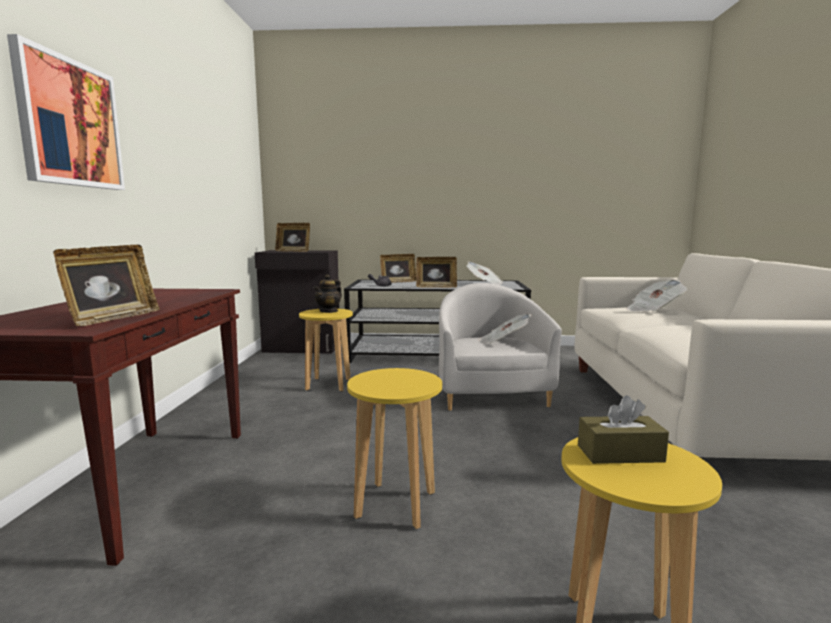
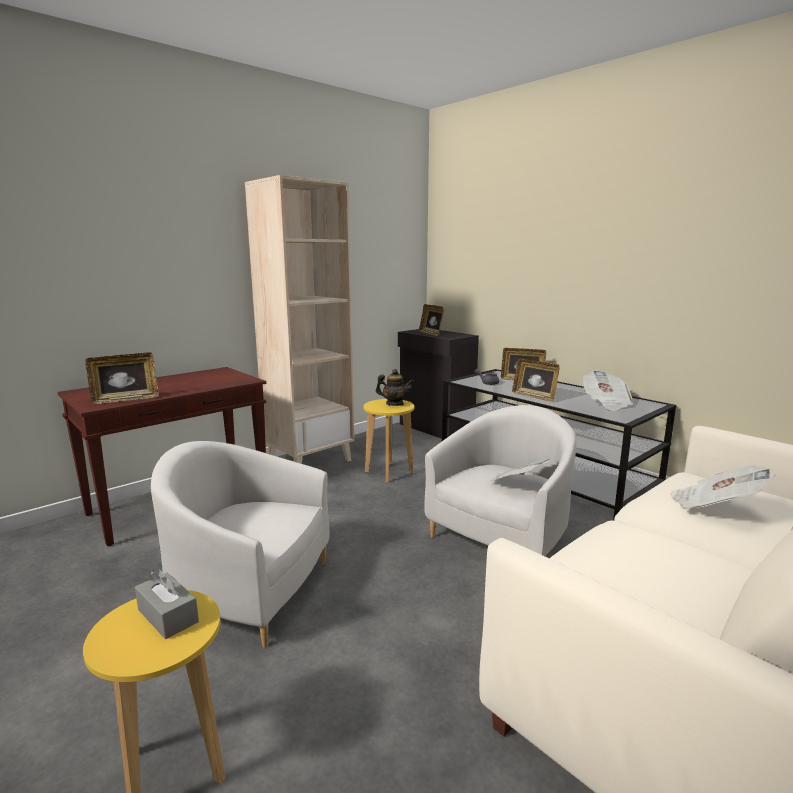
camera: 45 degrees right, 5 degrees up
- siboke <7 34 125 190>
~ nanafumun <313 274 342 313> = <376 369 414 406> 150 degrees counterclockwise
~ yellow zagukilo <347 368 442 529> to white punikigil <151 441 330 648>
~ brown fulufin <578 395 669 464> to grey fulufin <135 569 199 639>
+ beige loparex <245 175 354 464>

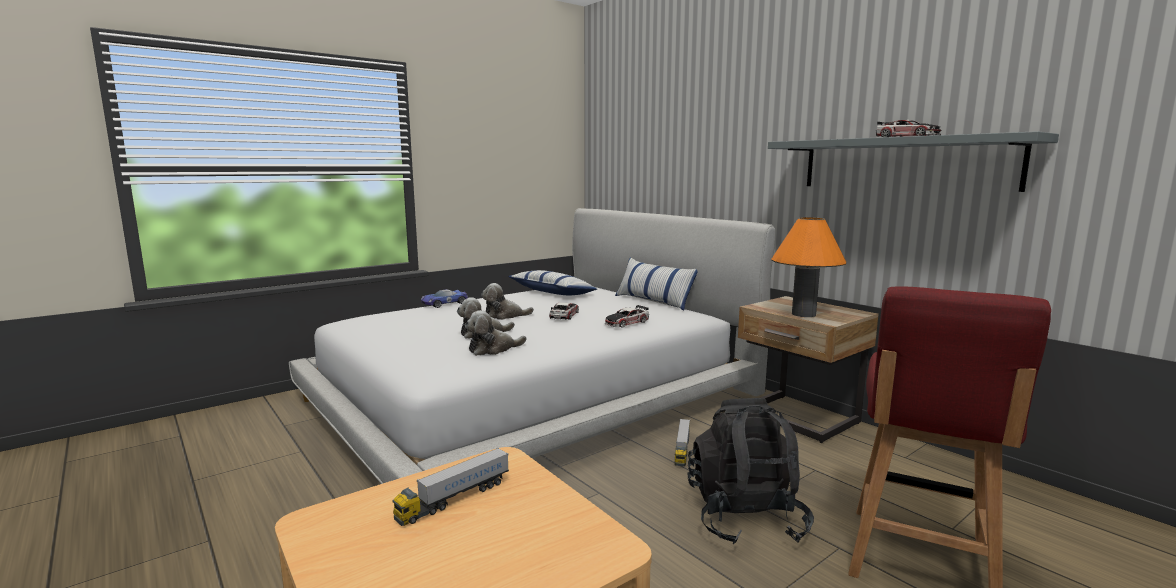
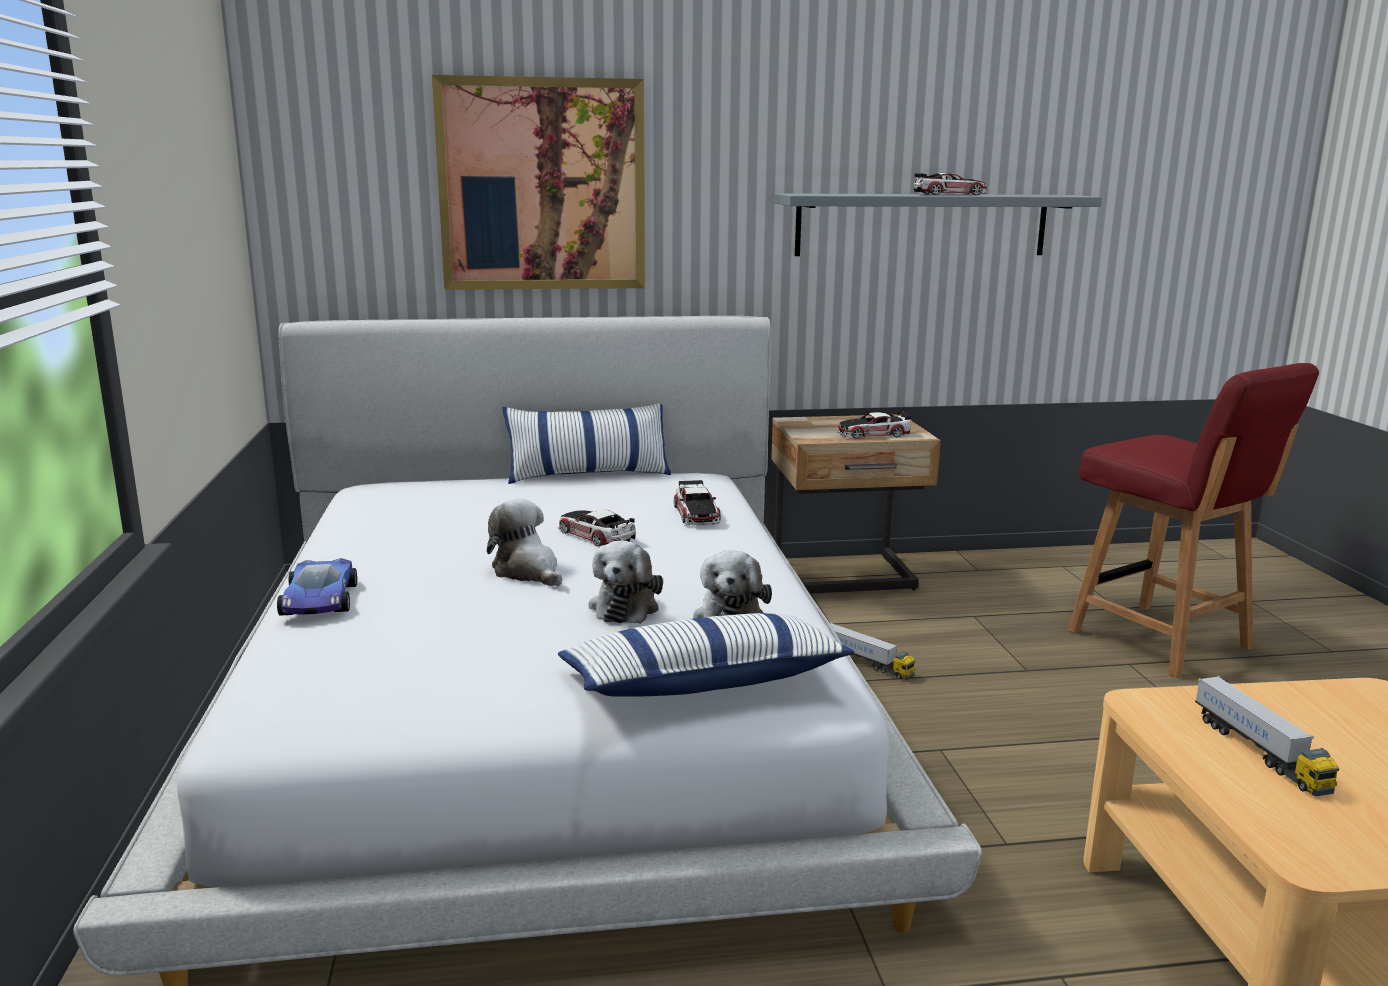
camera: 60 degrees left, 5 degrees up
~ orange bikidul <771 217 846 317> to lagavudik <838 411 911 439>
~ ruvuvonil <508 270 597 295> to <558 613 854 697>
~ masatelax <481 283 534 320> = <487 499 562 586> 120 degrees clockwise
- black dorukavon <687 398 814 544>
+ siboke <432 75 645 290>

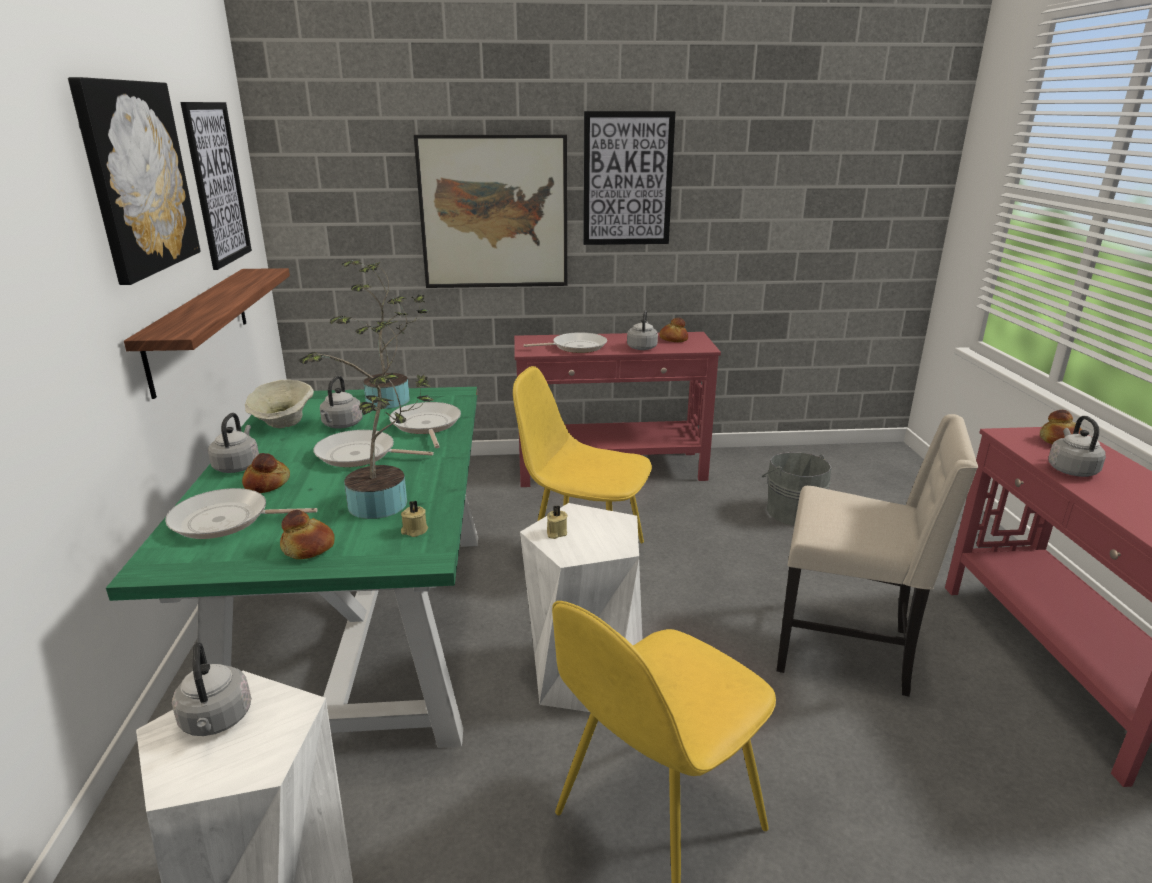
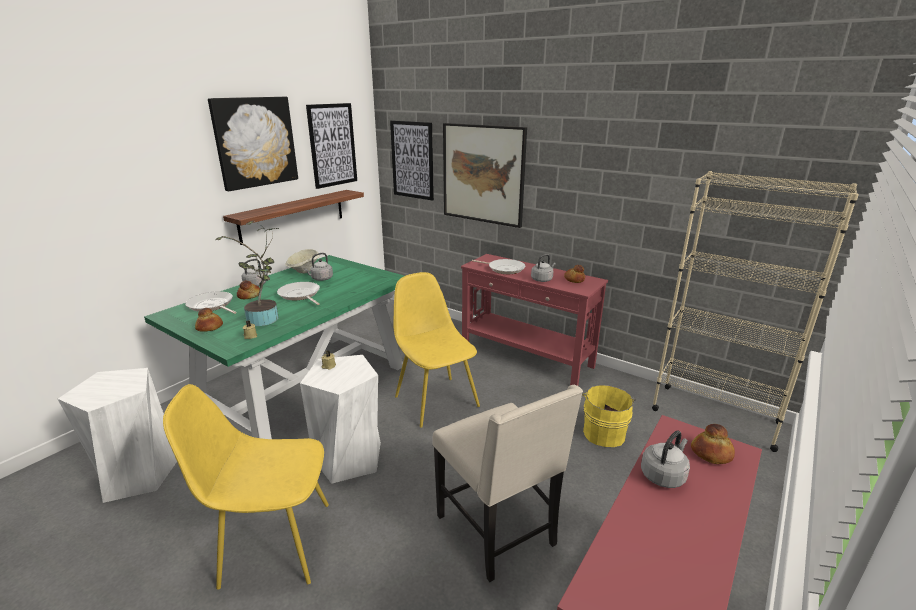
camera: 40 degrees right, 0 degrees up
~ siboke <583 111 676 245> to <390 120 434 201>
- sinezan <342 260 428 409>
- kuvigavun <389 402 461 448>
~ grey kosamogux <762 452 831 526> to yellow kosamogux <582 385 636 447>
- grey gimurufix <172 642 251 736>
+ beige loparex <652 171 858 452>

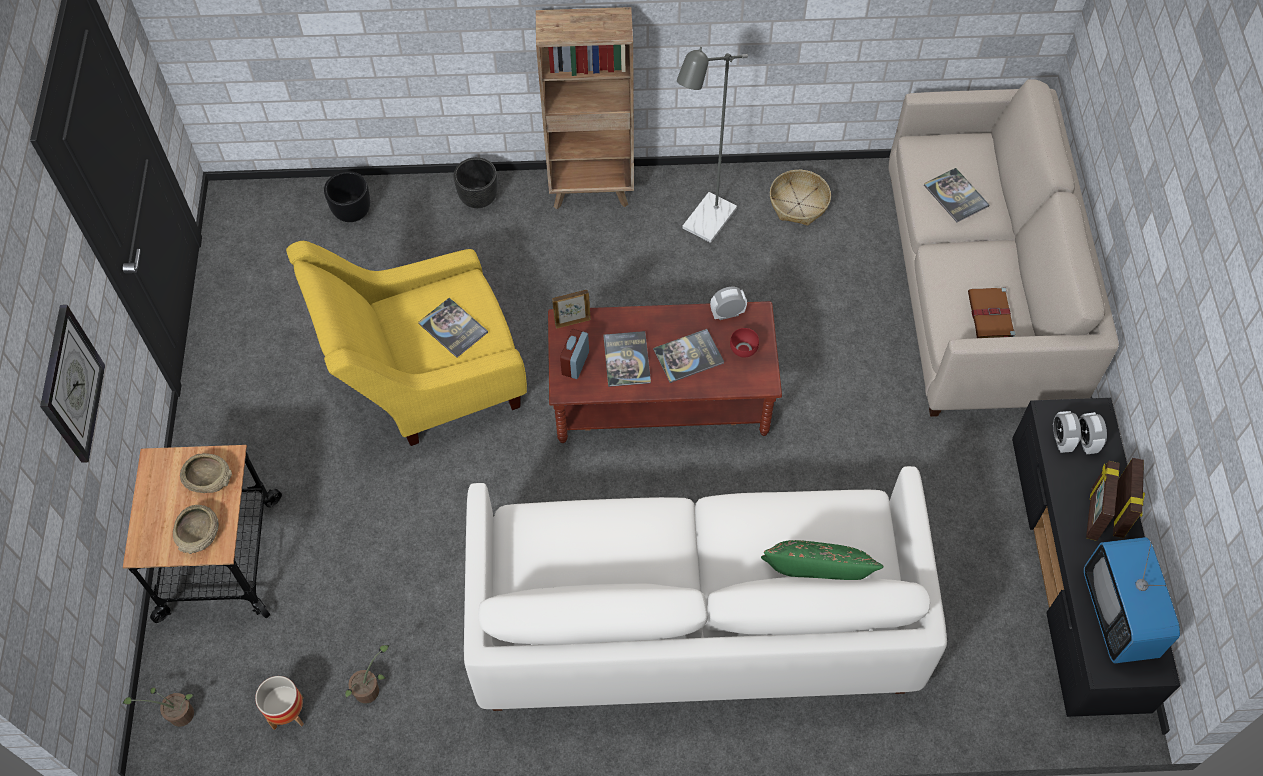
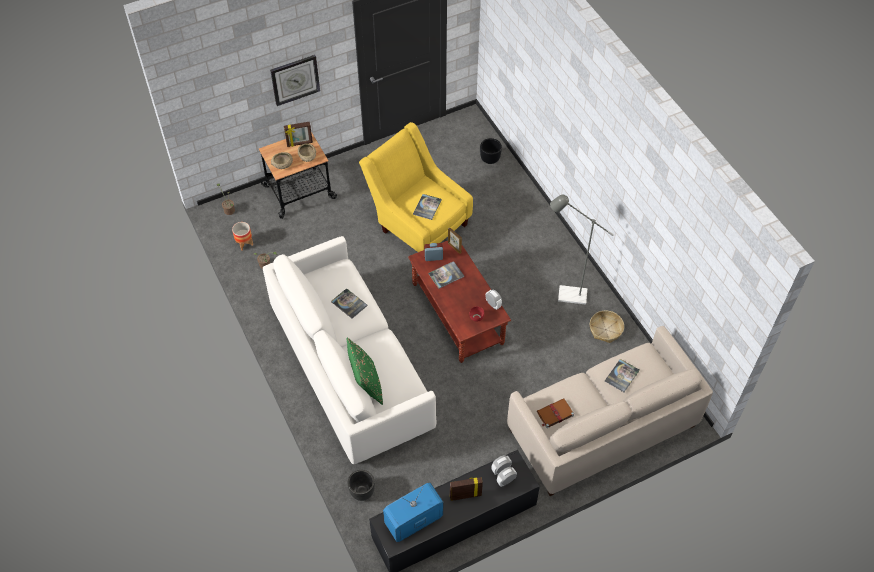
camera: 65 degrees right, 5 degrees down
- brown loparex <536 7 634 209>
~ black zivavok <454 157 498 208> to <348 470 375 501>
~ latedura <653 329 724 383> to <331 288 368 319>
~ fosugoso <1113 458 1145 538> to <284 122 313 147>

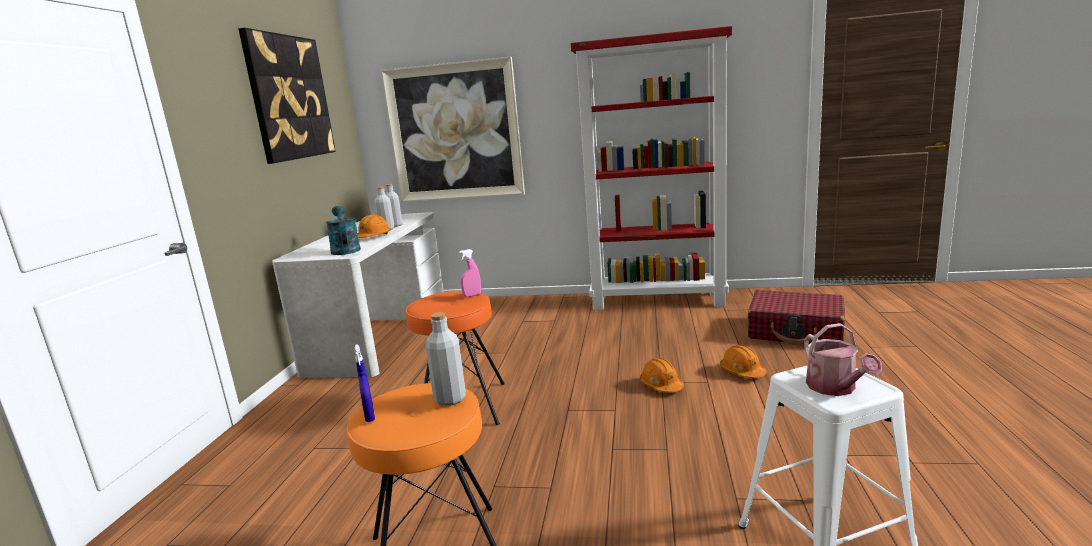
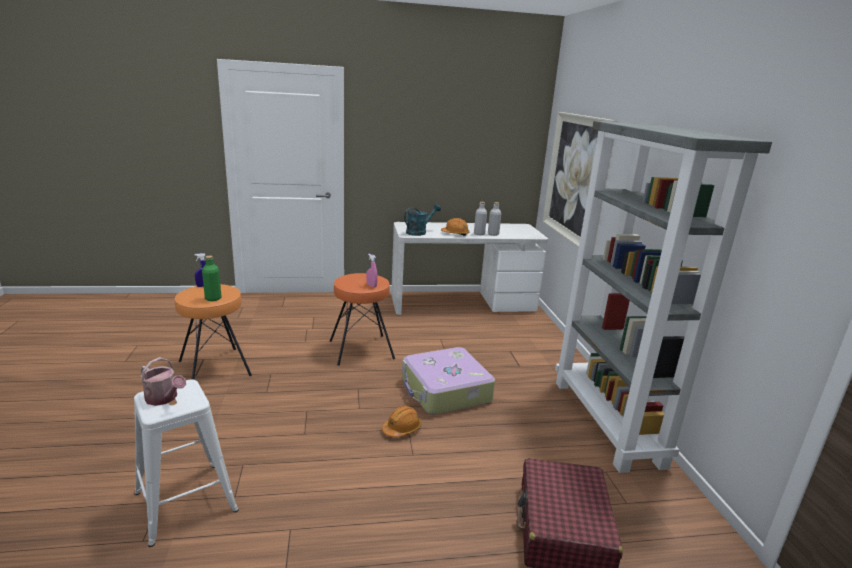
camera: 70 degrees right, 5 degrees up
~ red loparex <571 26 732 310> to grey loparex <555 121 772 473>
- siboke <238 28 336 164>
~ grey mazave <426 312 466 406> to green mazave <202 256 222 301>
~ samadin <804 323 882 396> = <141 357 186 406> 120 degrees counterclockwise
- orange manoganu <720 345 766 378>
+ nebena <402 347 495 415>

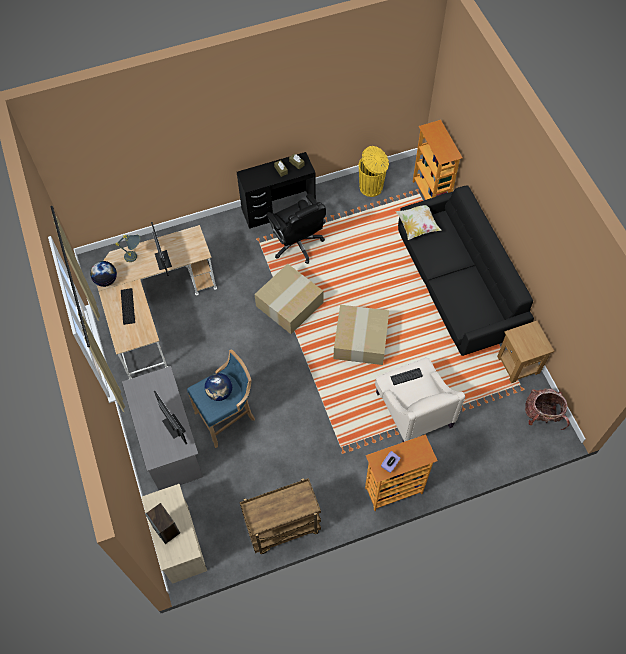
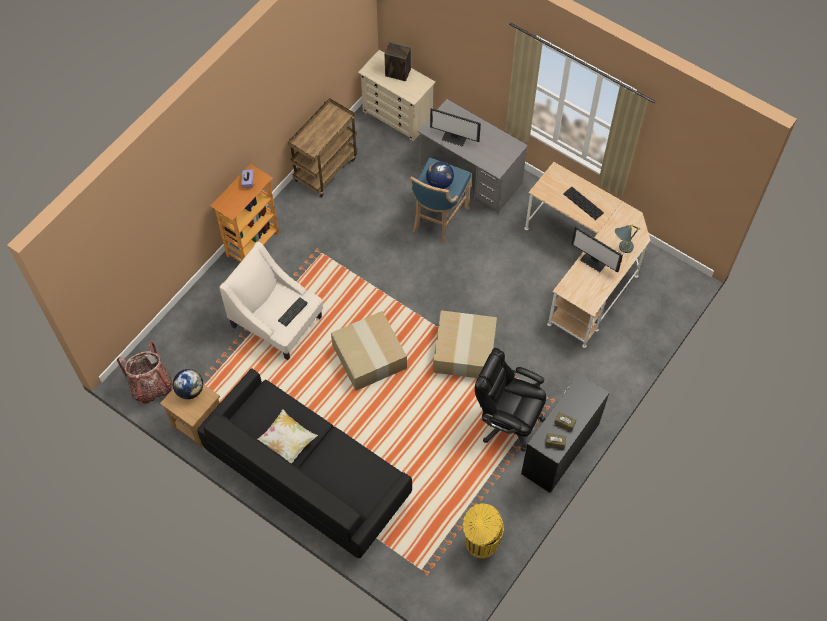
camera: 145 degrees right, 0 degrees up
- loparex <413 120 462 200>
~ ruvuvonil <395 205 442 240> to <258 409 318 464>
~ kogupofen <90 261 117 287> to <173 369 203 399>

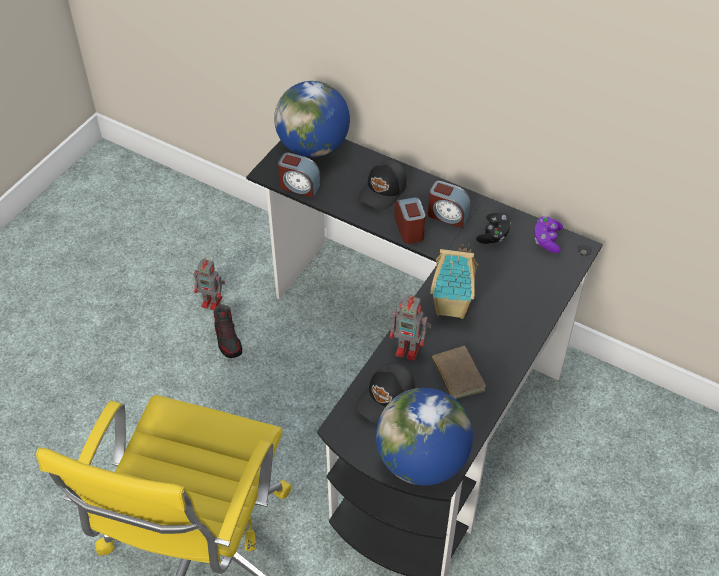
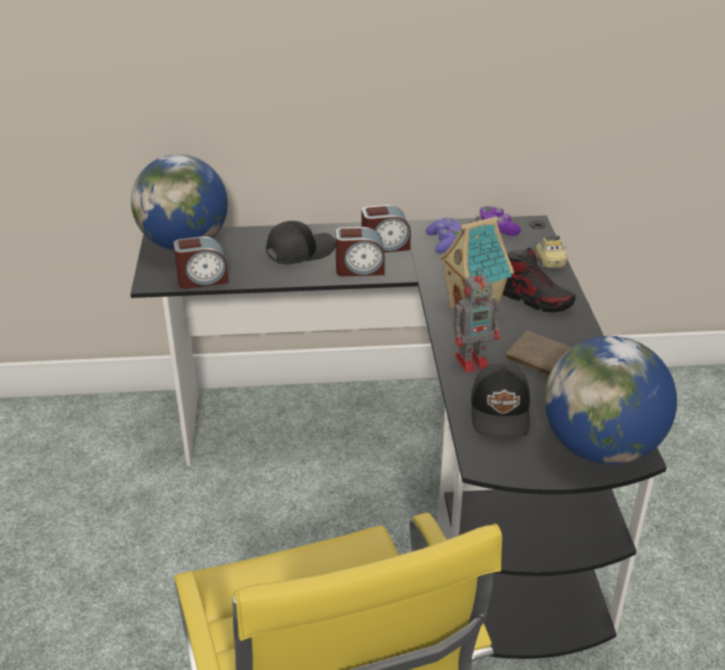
camera: 35 degrees left, 15 degrees down
~ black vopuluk <358 159 407 210> = <266 221 336 264> 120 degrees counterclockwise
~ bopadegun <394 197 425 244> = <335 227 385 276> 135 degrees clockwise
~ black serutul <476 213 511 244> to purple serutul <426 217 461 254>
- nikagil <194 258 225 310>
~ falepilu <214 304 242 358> to <502 248 576 313>
+ lagavudik <536 236 567 269>

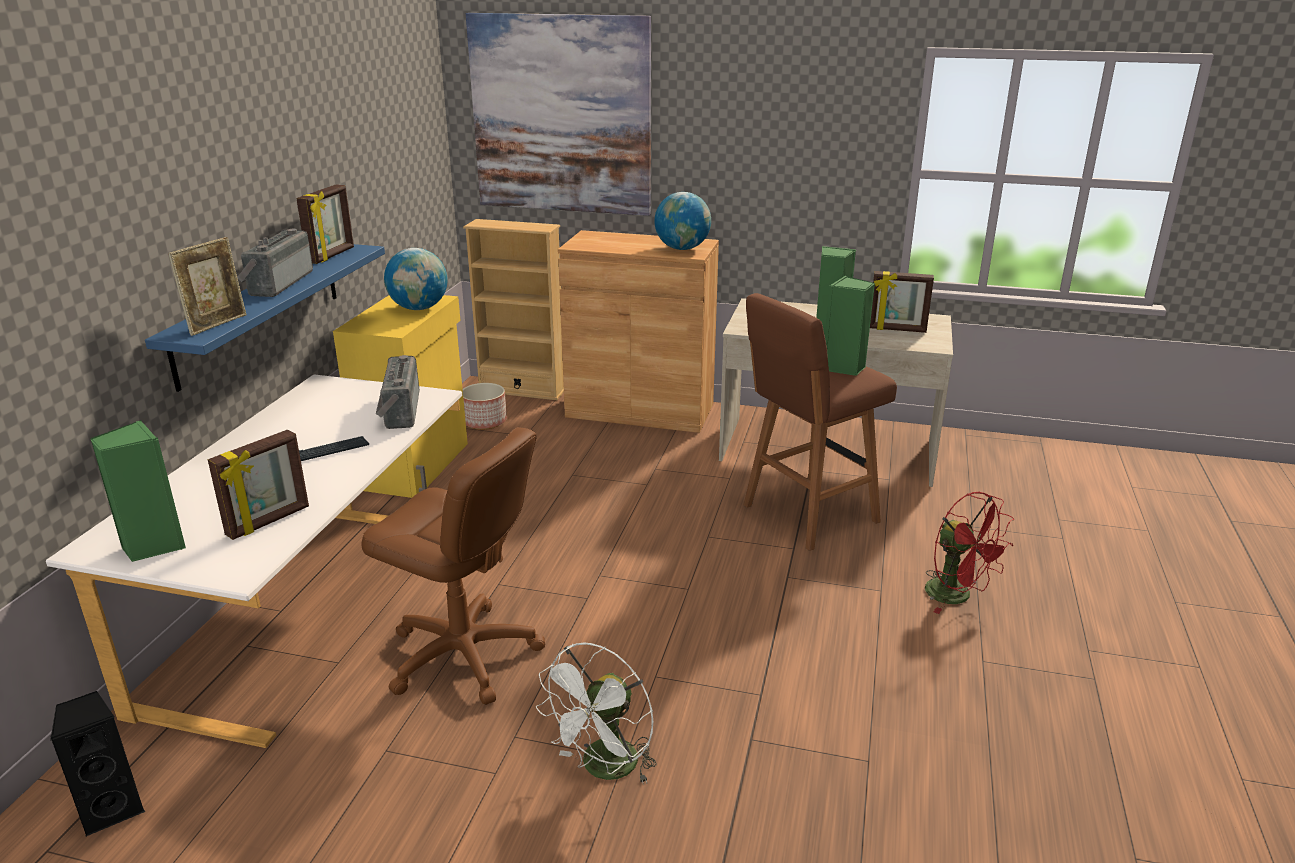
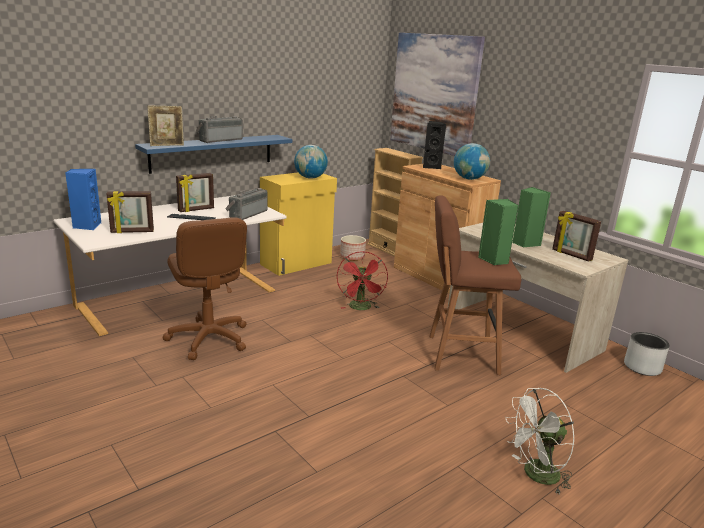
camera: 35 degrees right, 5 degrees down
~ fosugoso <296 184 354 264> to <176 173 214 212>
~ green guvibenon <90 420 186 562> to blue guvibenon <65 169 101 230>
~ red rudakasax <925 492 1014 614> to <337 251 388 310>
~ white rudakasax <536 643 657 785> to <505 388 574 495>
~ black guvibenon <50 691 145 837> to <423 121 446 169>
+ grey zivavok <624 332 670 376>

